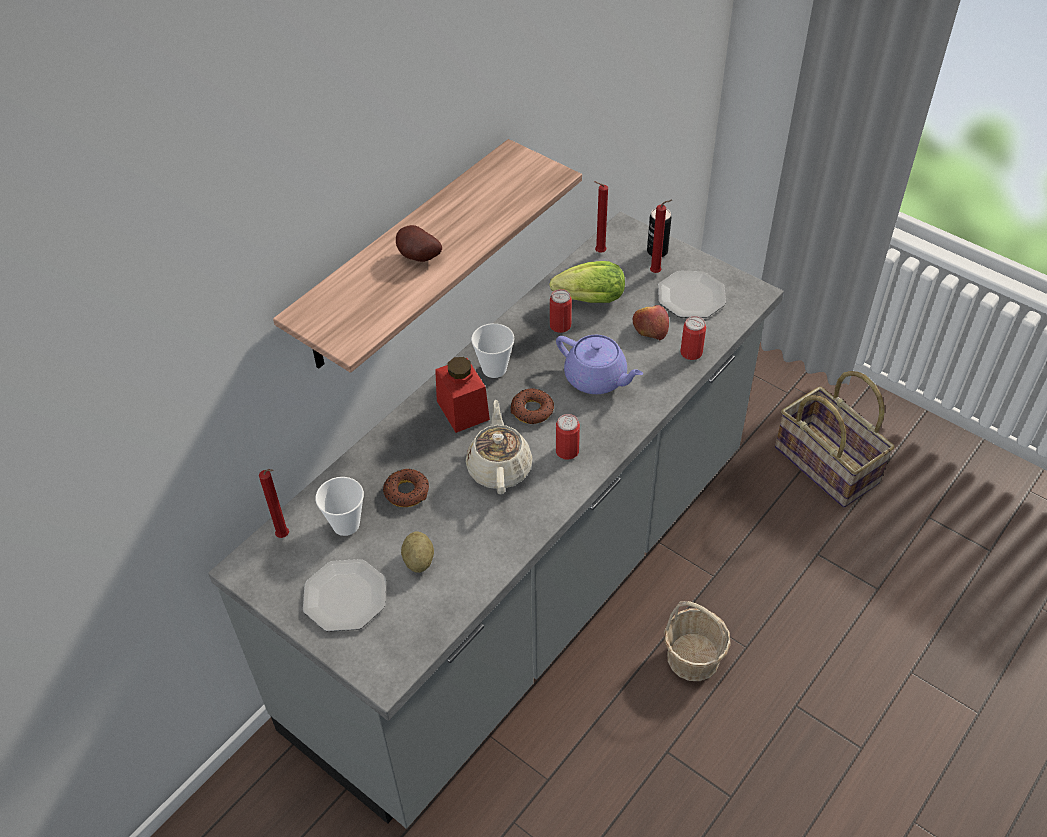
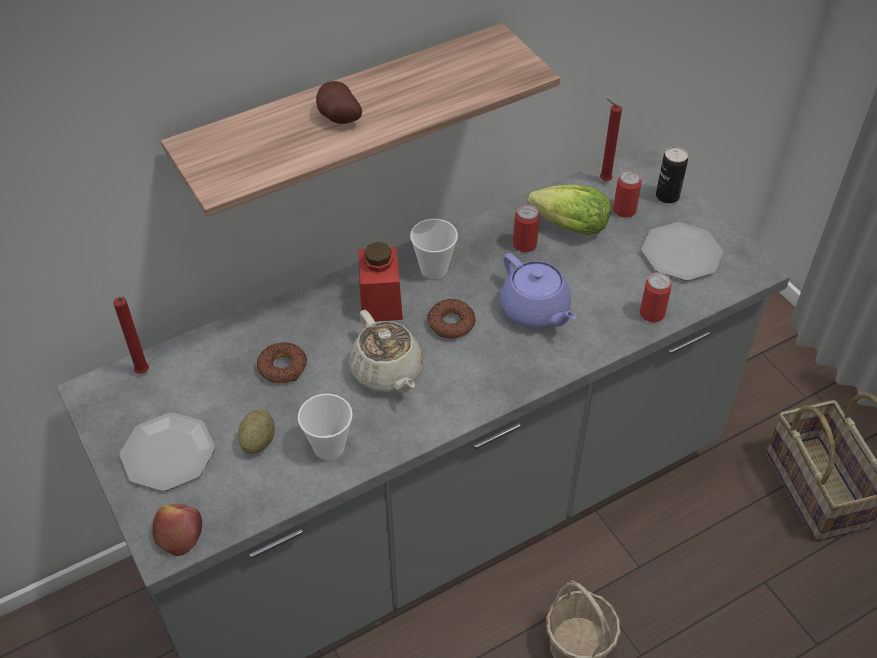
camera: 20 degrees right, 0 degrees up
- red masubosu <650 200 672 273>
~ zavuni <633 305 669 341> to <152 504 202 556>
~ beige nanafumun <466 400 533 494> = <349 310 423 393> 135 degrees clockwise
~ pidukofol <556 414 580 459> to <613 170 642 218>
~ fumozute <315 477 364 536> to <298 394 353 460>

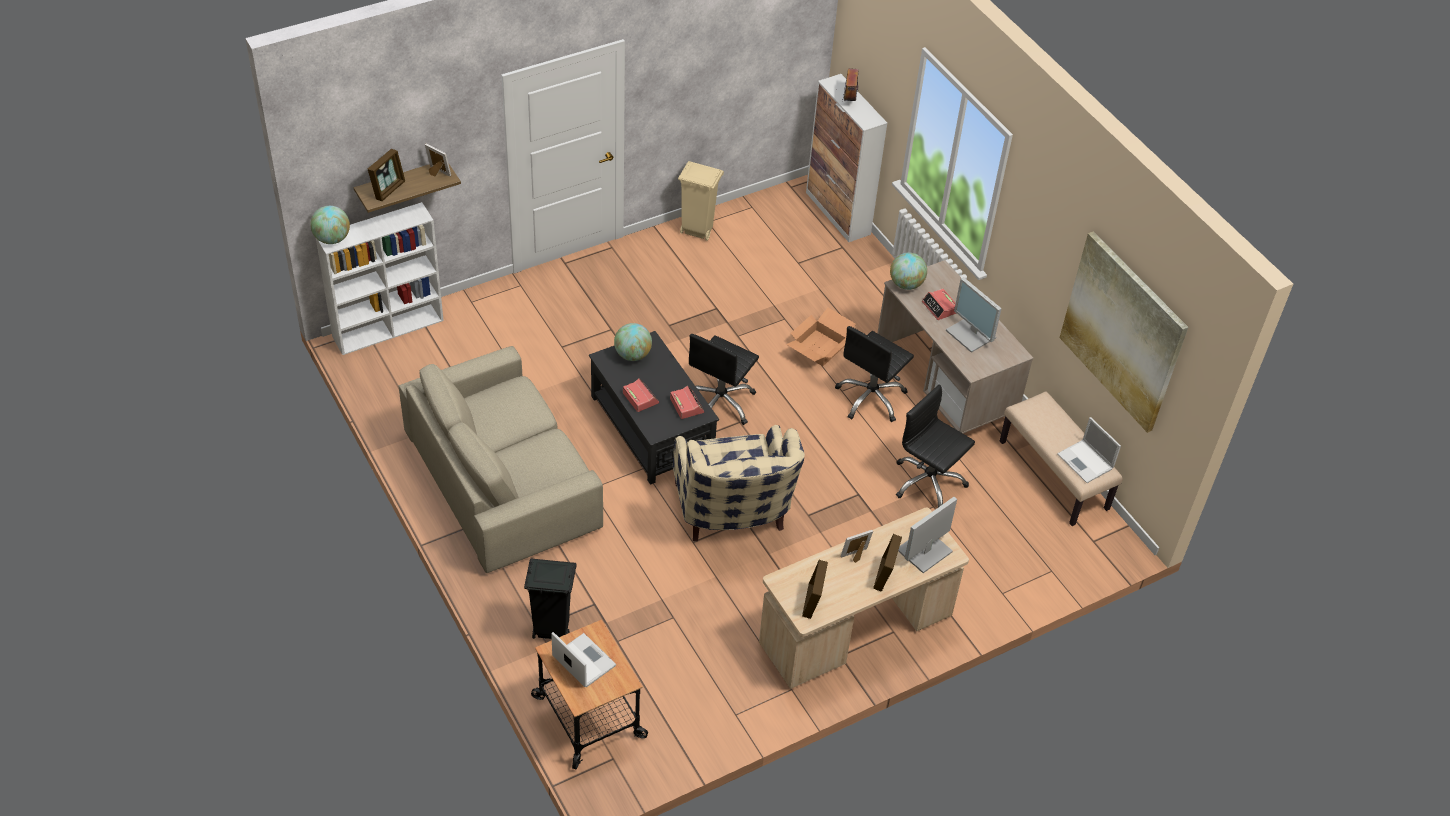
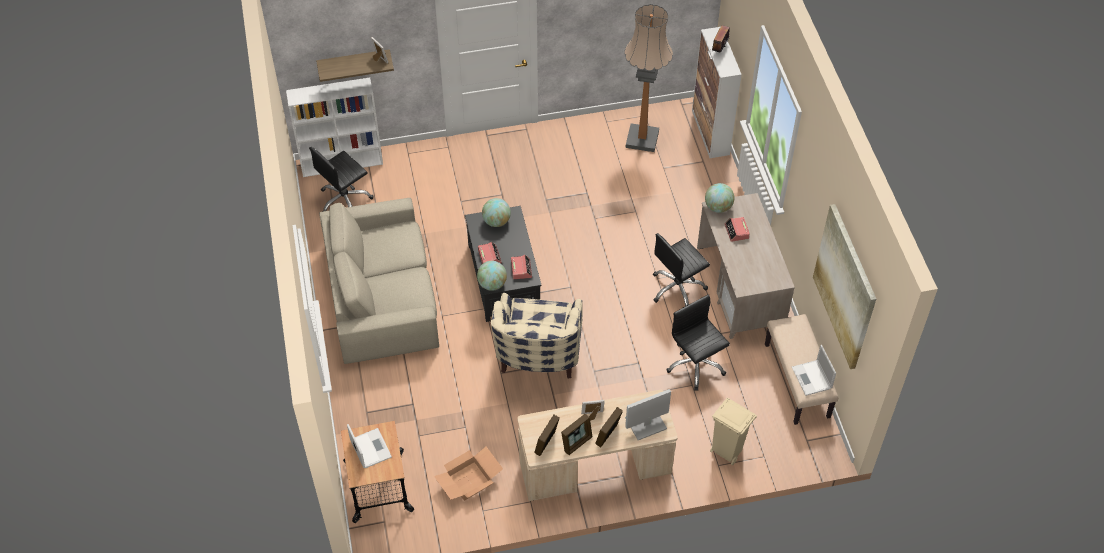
camera: 20 degrees right, 5 degrees up
~ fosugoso <368 149 405 201> to <561 414 593 455>
~ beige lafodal <678 161 724 241> to <710 398 757 465>
~ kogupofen <310 206 350 244> to <477 261 507 291>
- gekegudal <946 277 1002 353>
~ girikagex <786 308 856 366> to <434 447 503 501>
~ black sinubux <689 334 759 425> to <309 147 373 212>
- black lafodal <524 559 576 639>
+ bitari <624 4 673 152>

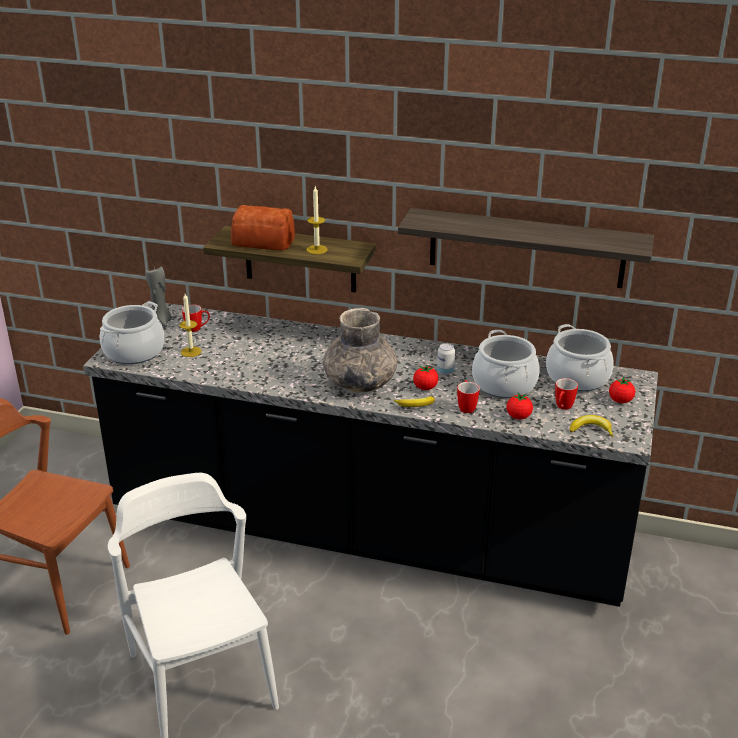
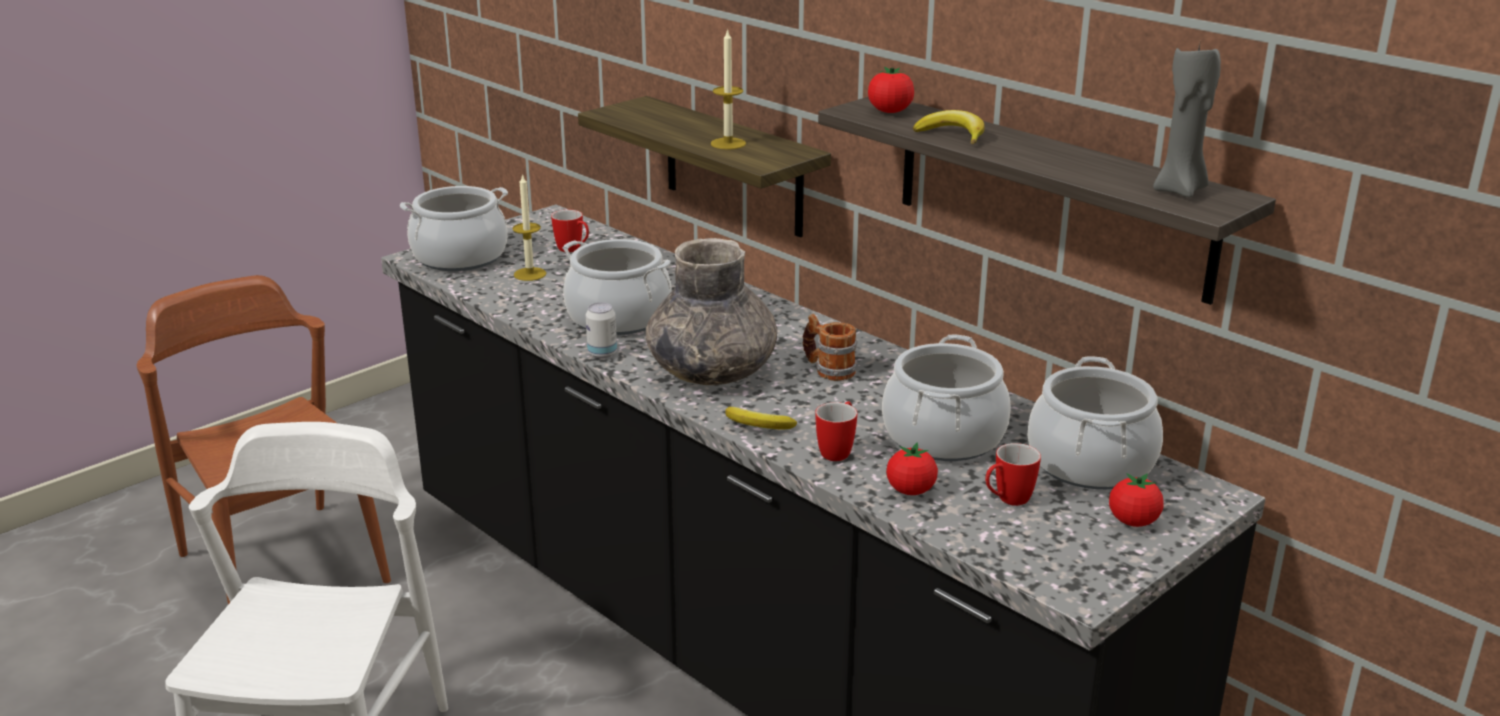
camera: 30 degrees right, 5 degrees down
- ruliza <231 205 295 250>
~ grey masubosu <145 267 172 327> to <1153 44 1221 198>
~ pidukofol <437 343 455 375> to <586 302 617 359>
~ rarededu <413 365 439 390> to <868 67 914 113>
~ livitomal <570 415 613 437> to <913 110 985 144>
+ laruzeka <563 239 672 335>
+ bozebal <803 314 857 381>

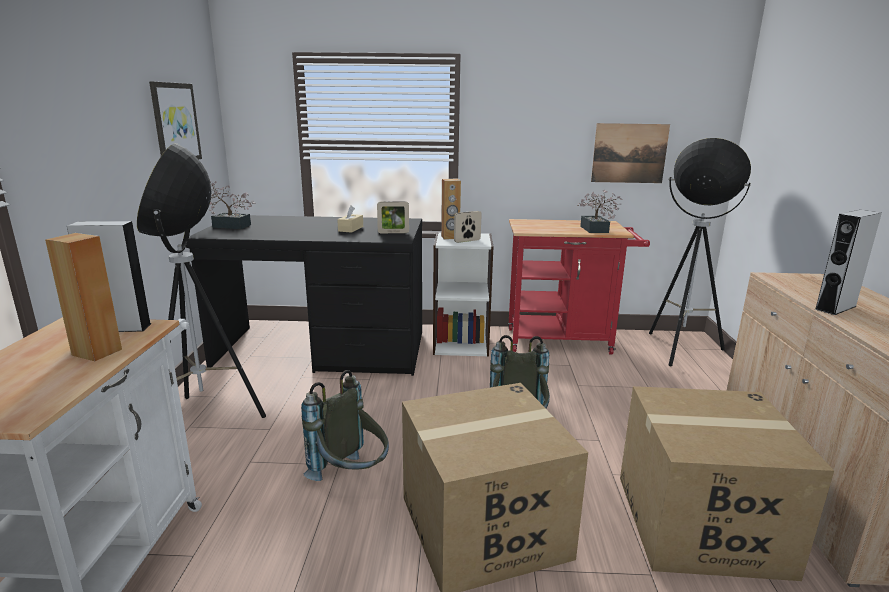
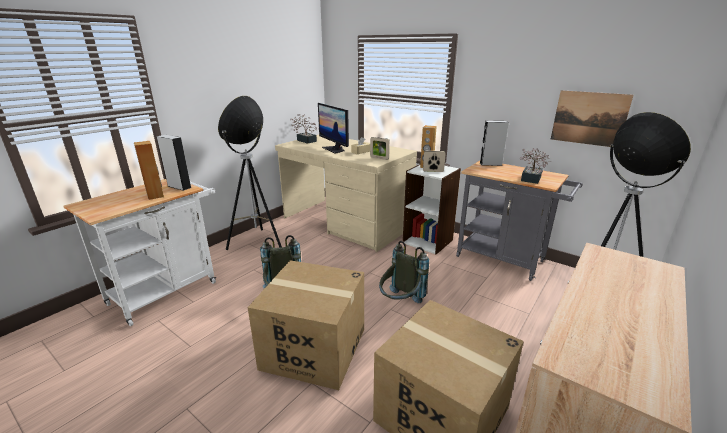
camera: 35 degrees right, 5 degrees up
- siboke <149 81 202 160>
~ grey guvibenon <815 210 882 315> to <480 121 509 166>
~ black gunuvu <186 215 422 376> to beige gunuvu <275 134 417 252>
~ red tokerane <508 219 650 355> to grey tokerane <456 161 583 281>
+ gekegudal <318 103 349 154>

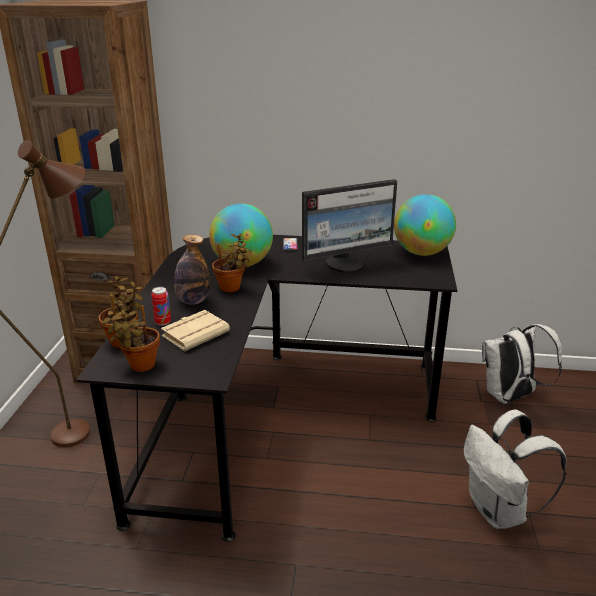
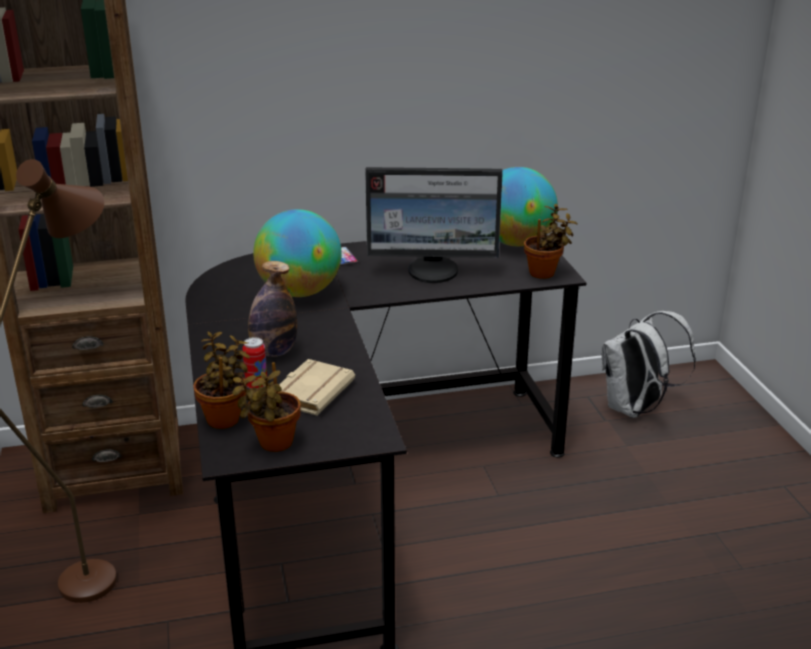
camera: 20 degrees left, 0 degrees up
~ gekegudal <302 179 397 273> = <365 167 503 283> 45 degrees clockwise
~ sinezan <212 233 251 292> to <524 204 578 279>
- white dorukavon <464 409 566 529>

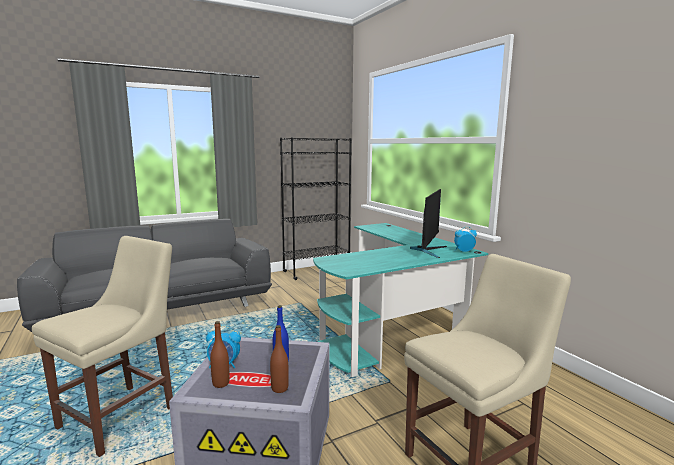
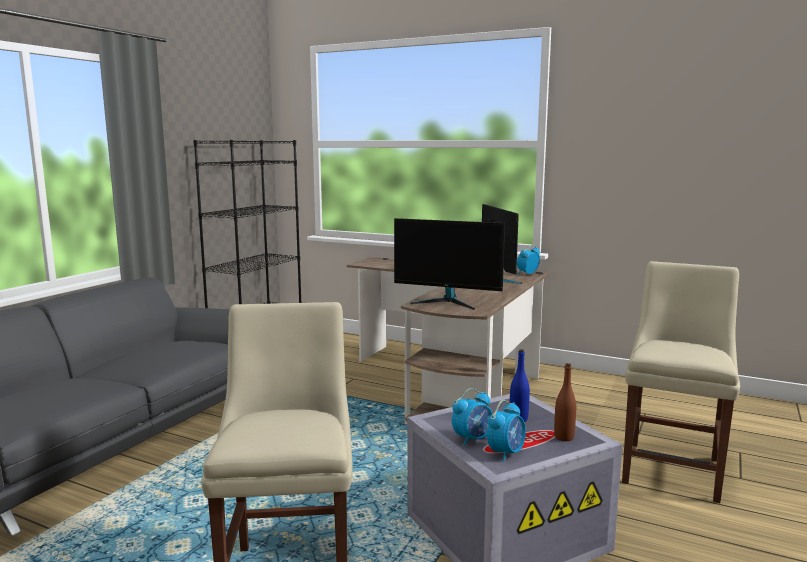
camera: 35 degrees left, 0 degrees up
~ turquoise gunuvu <313 223 488 377> to brown gunuvu <347 257 549 424>
~ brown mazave <210 321 230 388> to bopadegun <487 400 526 462>
+ gekegudal <394 218 505 310>

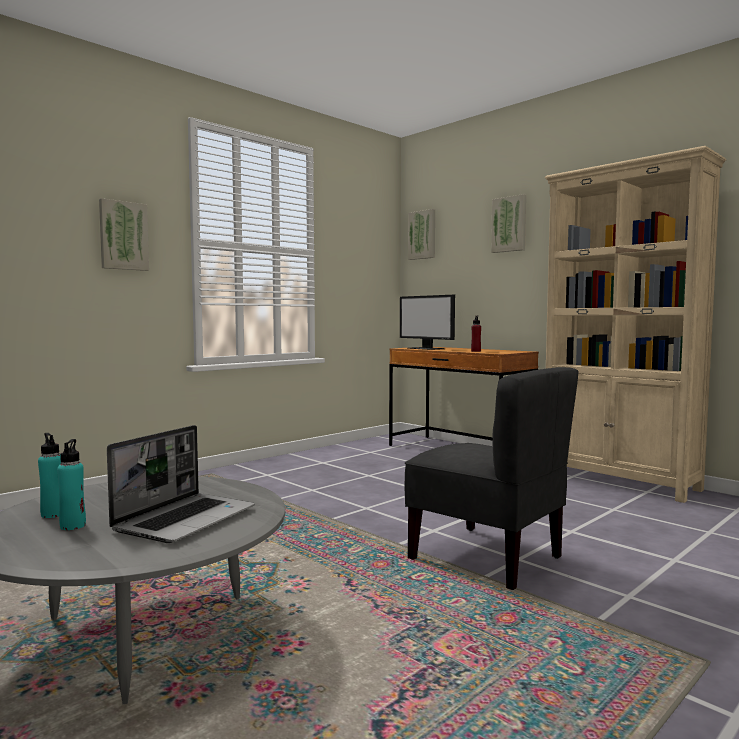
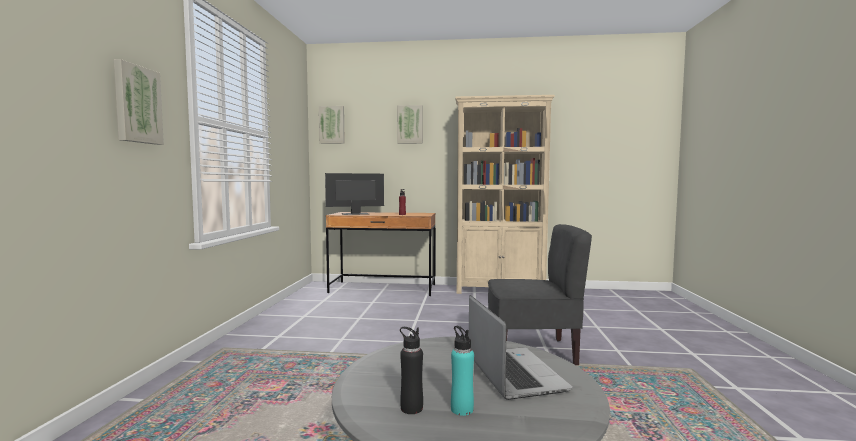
camera: 40 degrees left, 0 degrees up
~ gekegudal <400 295 455 350> = <325 173 384 215> 150 degrees clockwise
~ turquoise mazave <38 433 61 518> to black mazave <400 327 423 414>

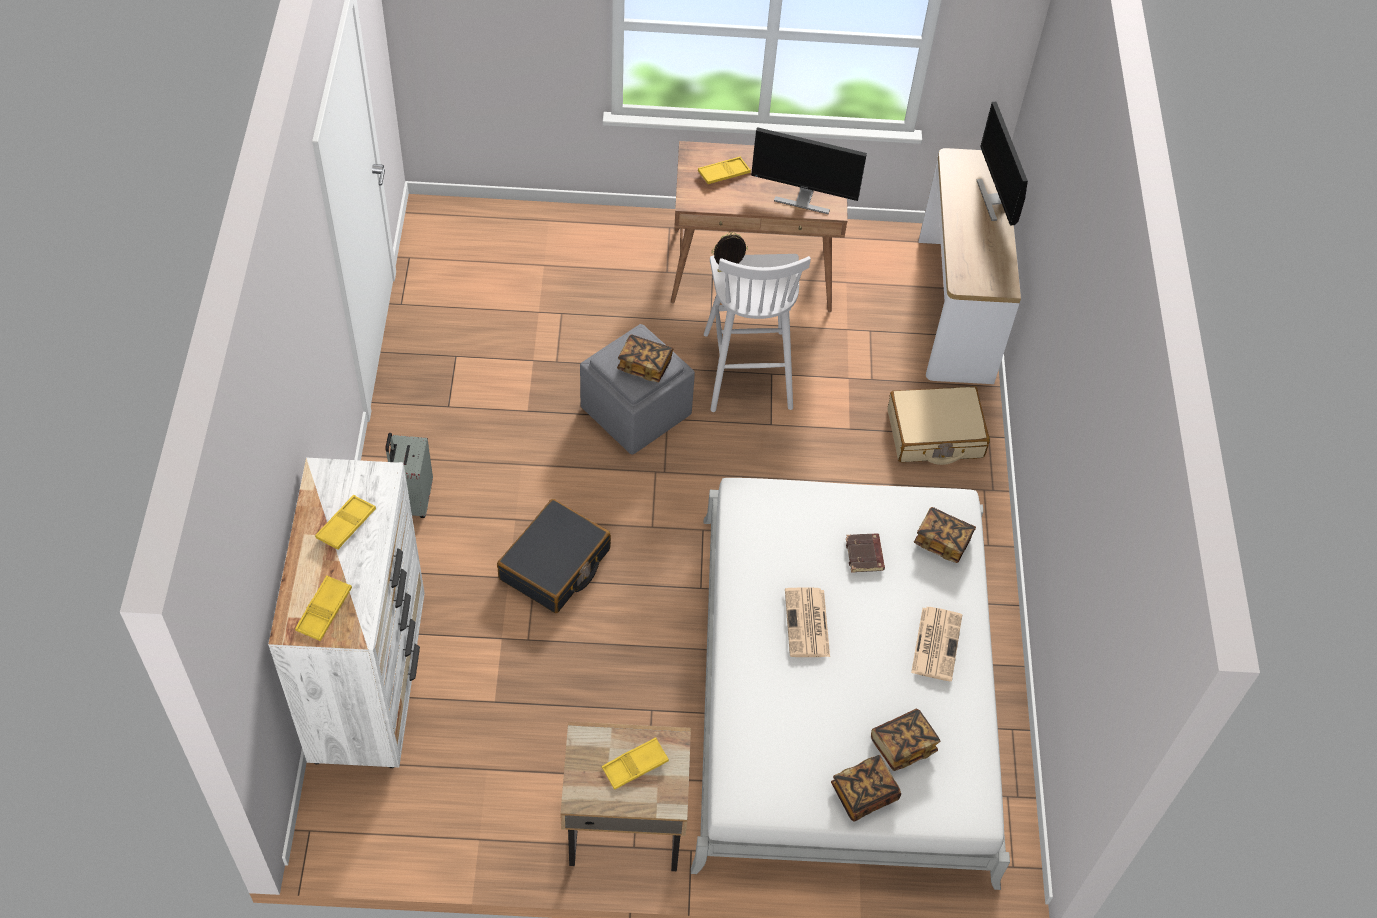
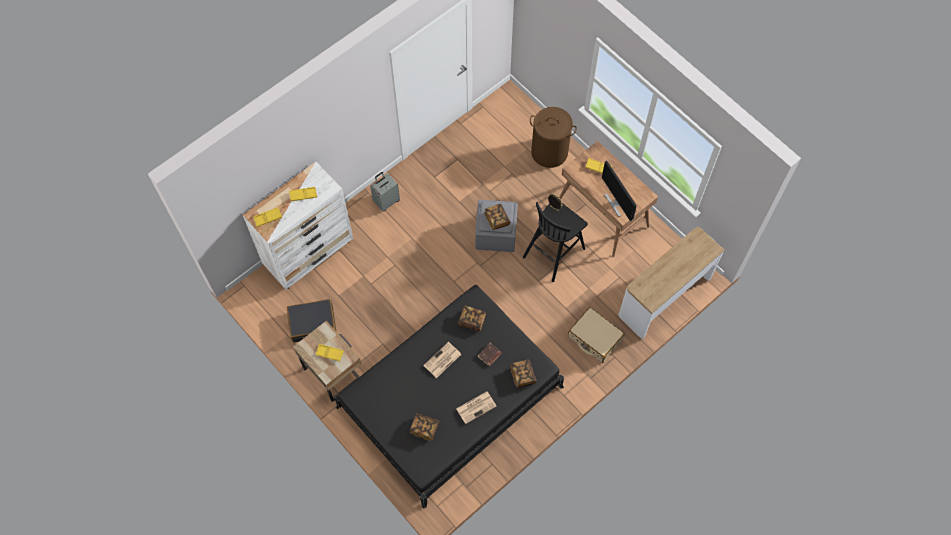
camera: 50 degrees right, 10 degrees up
- gekegudal <977 102 1028 226>
~ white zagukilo <704 254 811 412> to black zagukilo <523 202 588 282>
~ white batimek <691 478 1010 890> to black batimek <335 285 564 509>
~ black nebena <497 499 611 613> to <287 299 337 342>
~ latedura <831 755 901 822> to <458 305 486 332>
+ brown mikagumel <530 107 577 168>

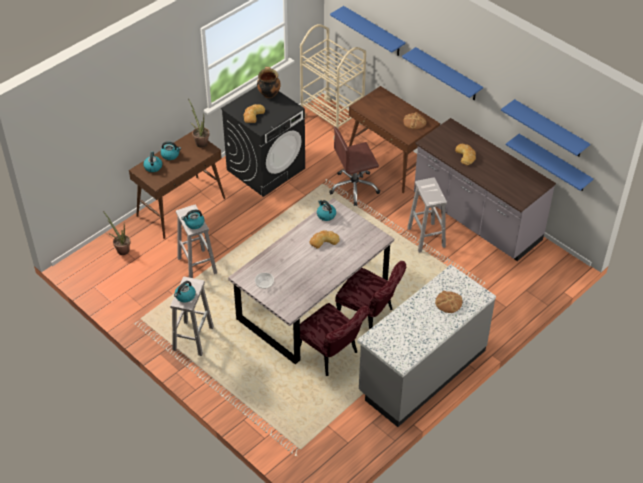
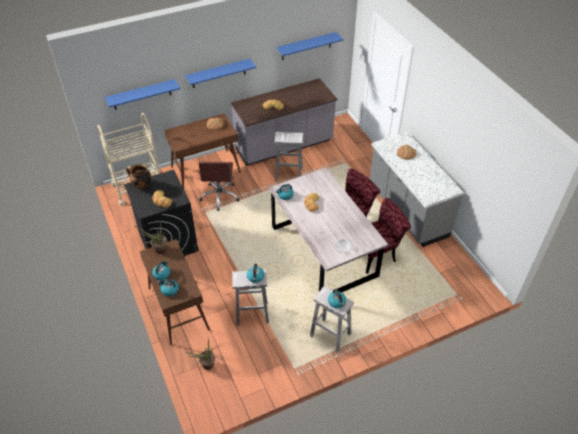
camera: 70 degrees left, 0 degrees up
- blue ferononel <506 134 593 191>

